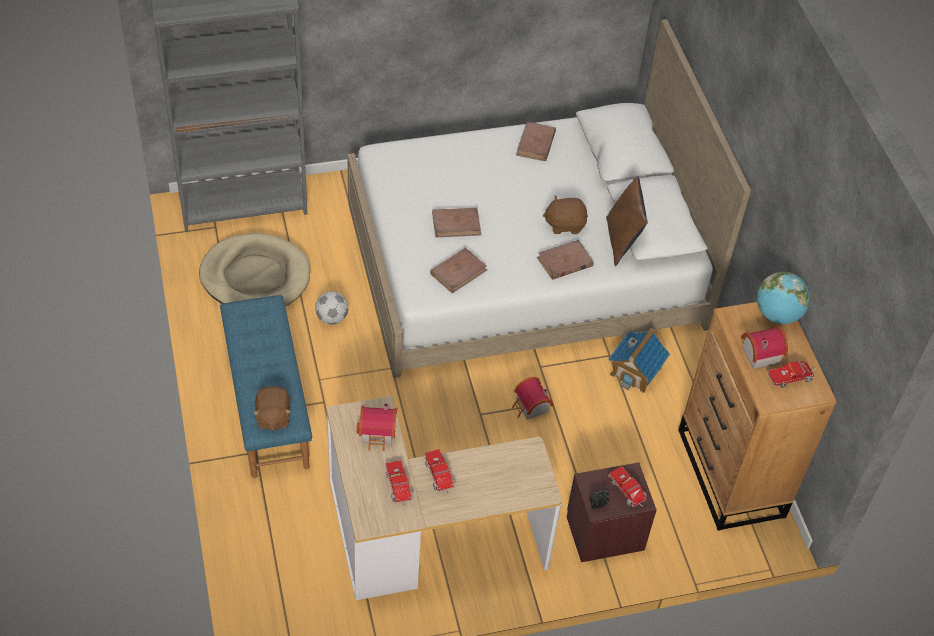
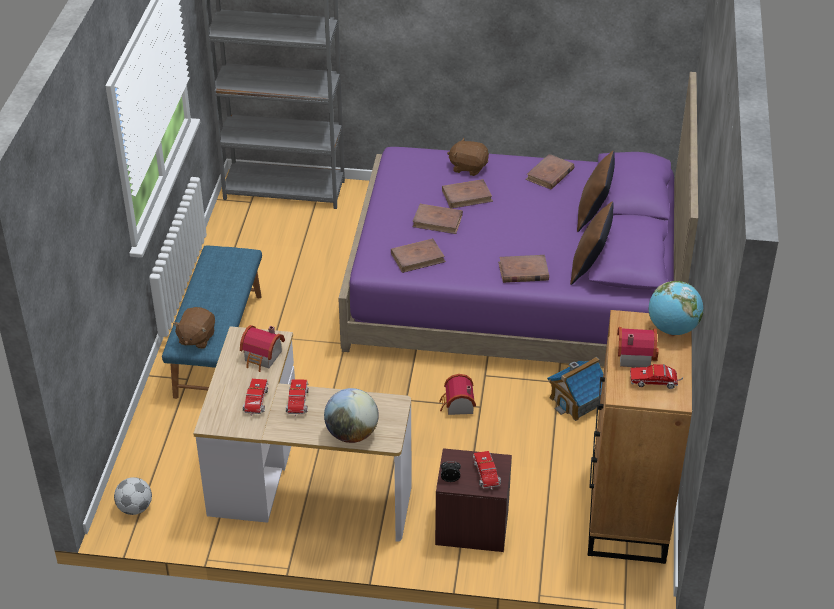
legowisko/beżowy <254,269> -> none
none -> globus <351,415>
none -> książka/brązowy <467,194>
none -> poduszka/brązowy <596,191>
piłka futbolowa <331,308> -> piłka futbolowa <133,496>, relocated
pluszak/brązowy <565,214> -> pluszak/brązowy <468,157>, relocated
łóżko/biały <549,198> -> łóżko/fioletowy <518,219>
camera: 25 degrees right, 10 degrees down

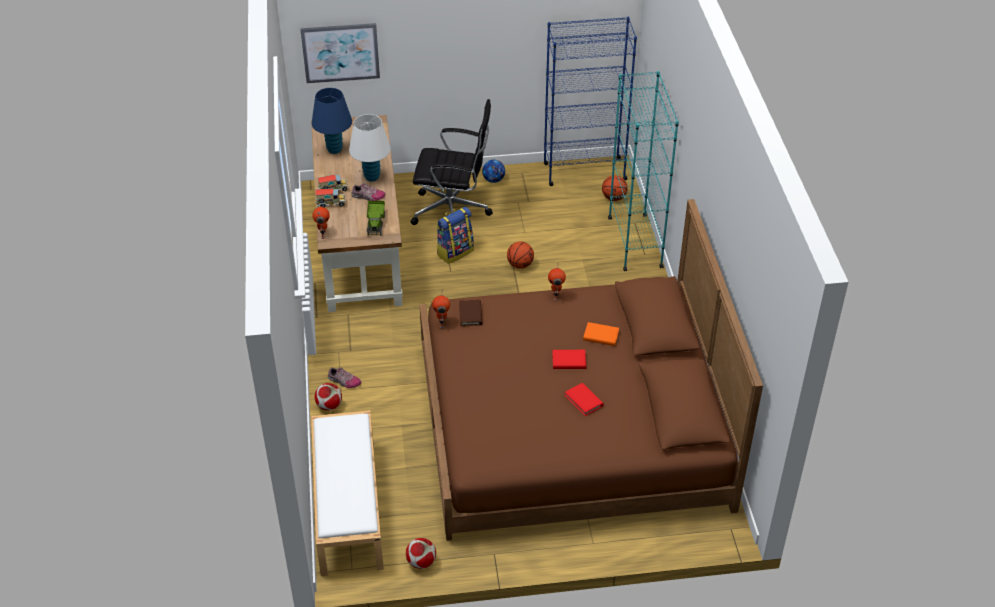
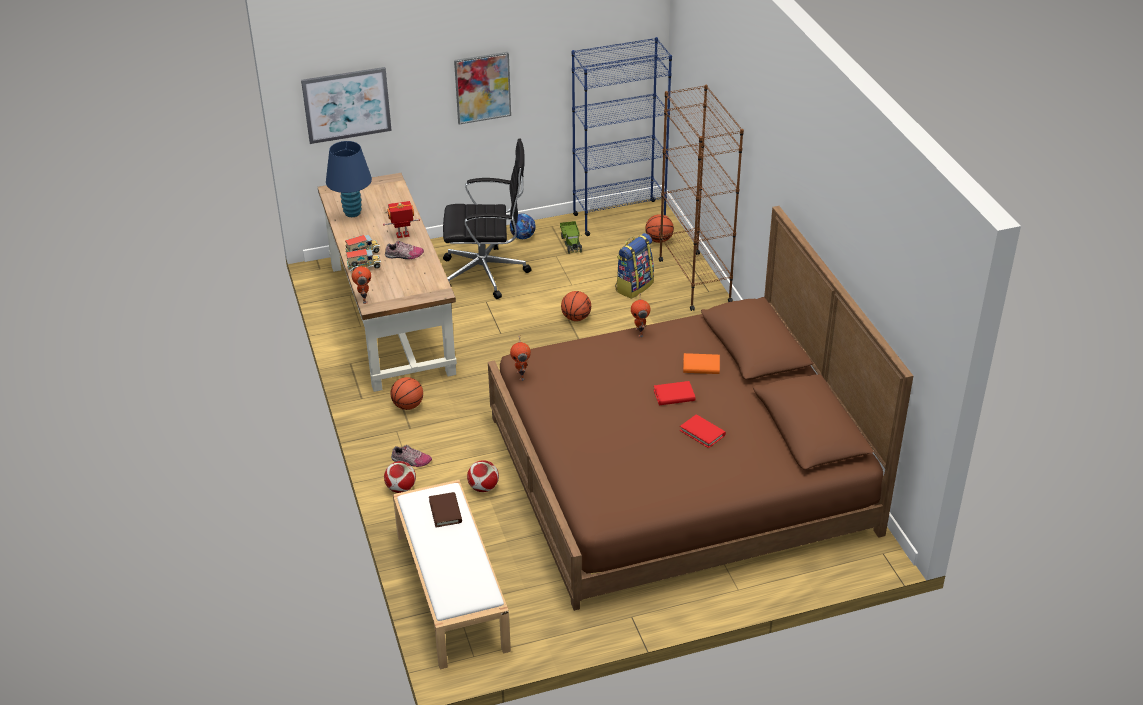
none -> piłka do koszykówki <407,393>
none -> obraz <482,88>
ciężarówka zabawkowa <376,218> -> ciężarówka zabawkowa <571,237>, relocated
piłka futbolowa <421,553> -> piłka futbolowa <483,476>, relocated
plecak <455,235> -> plecak <634,266>, relocated
książka/brązowy <470,313> -> książka/brązowy <445,509>, relocated
lampa stołowa/biały <370,147> -> robot zabawkowy <401,219>
regał/turkusowy <643,171> -> regał/brązowy <701,198>
camera: 10 degrees left, 5 degrees down

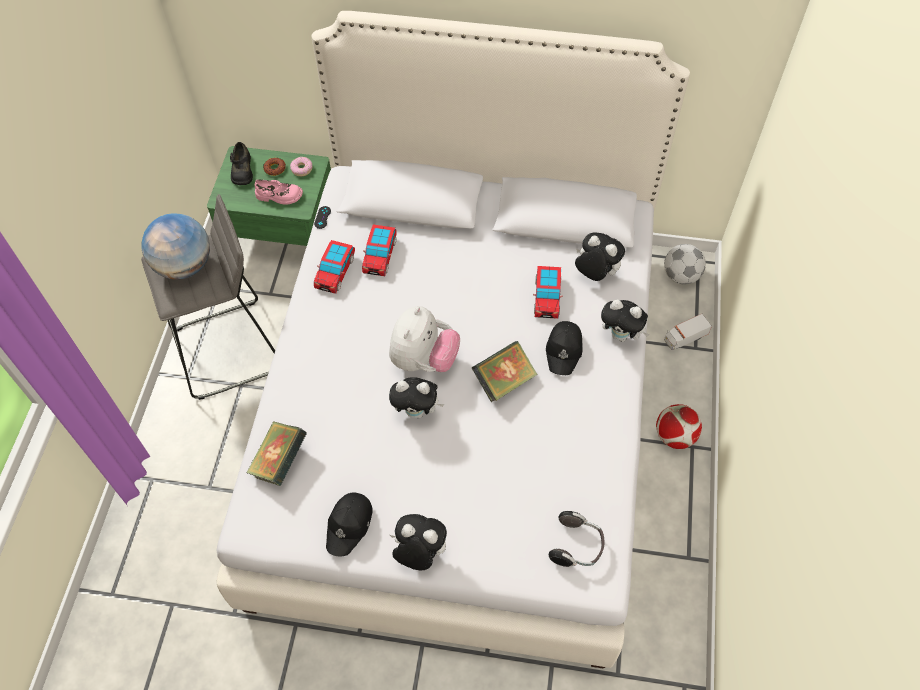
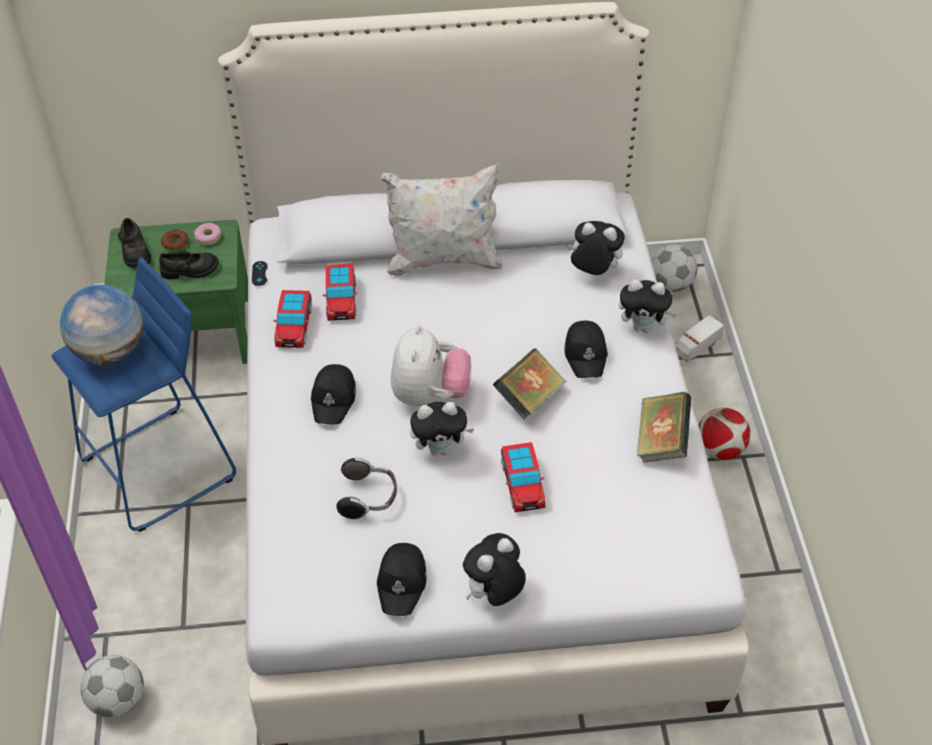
none -> piłka futbolowa <112,686>
none -> czapka z daszkiem/czarny <333,394>
none -> poduszka/biały <441,220>
książka <277,453> -> książka <664,427>, relocated
samochodzik <548,292> -> samochodzik <523,477>, relocated
słuchawki <576,539> -> słuchawki <367,488>, relocated
stołek/szary <208,297> -> stołek/niebieski <143,394>
but/różowy <279,192> -> but/czarny <189,265>
pluszak <418,542> -> pluszak <494,569>, 45 degrees counterclockwise
camera: 15 degrees left, 10 degrees down

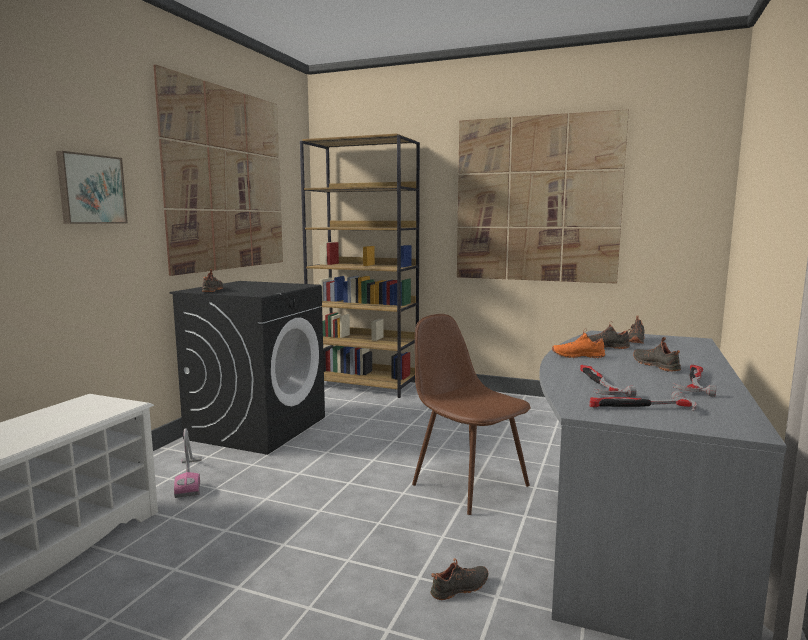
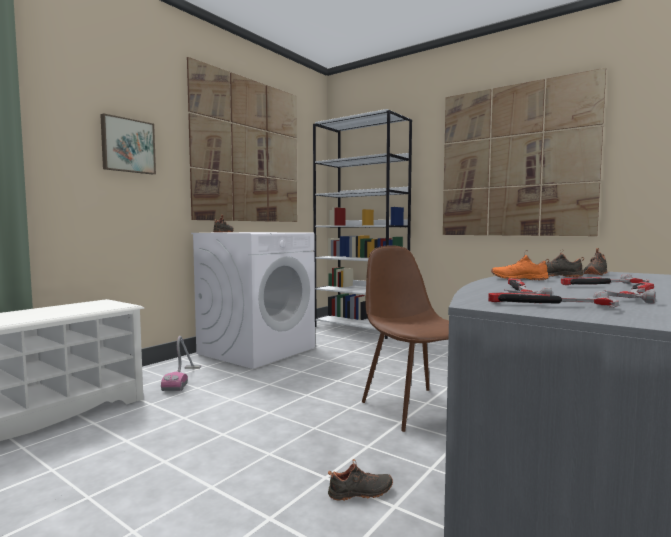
but/czarny <657,354> -> młotek <605,279>
pralka/czarny <247,368> -> pralka/biały <253,300>
regał/brązowy <360,266> -> regał/biały <362,224>
camera: 15 degrees right, 5 degrees down

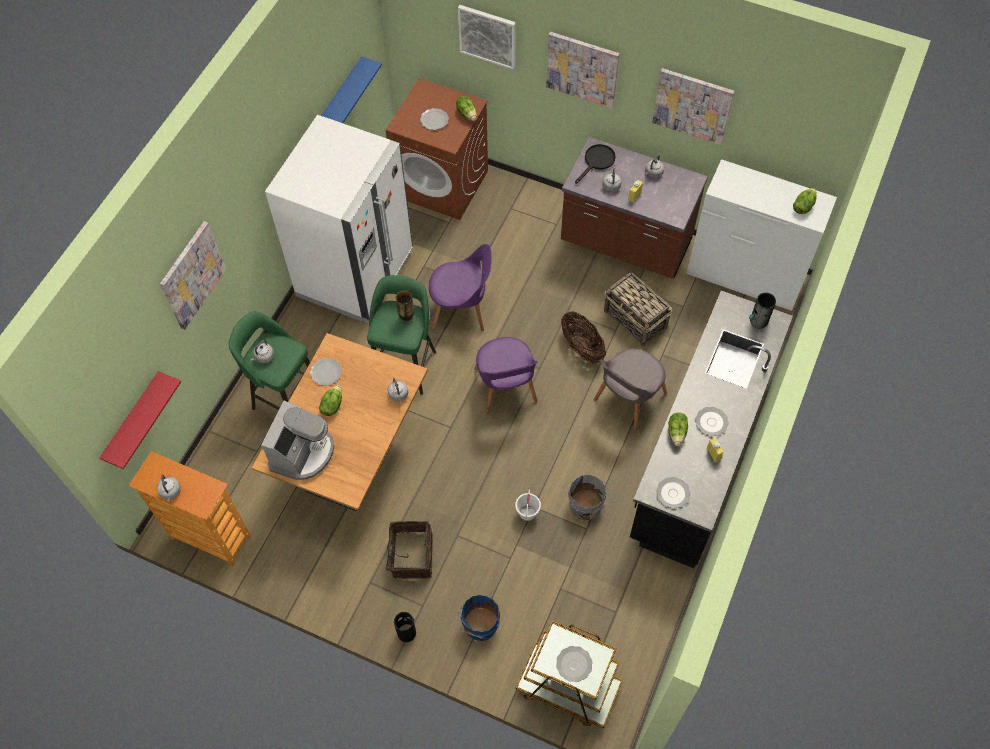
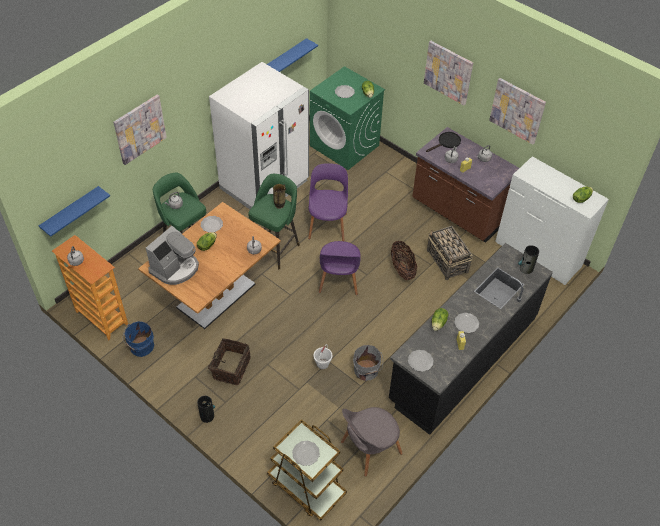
obraz <487,37> -> none
wiadro/niebieski <479,618> -> wiadro/niebieski <138,339>, relocated
krzesło/szary <630,389> -> krzesło/szary <372,442>, relocated
półka/czerwony <140,420> -> półka/niebieski <74,211>
pralka/brązowy <437,149> -> pralka/zielony <347,118>
krzesło/fioletowy <460,287> -> krzesło/fioletowy <328,202>, 105 degrees counterclockwise
camera: 15 degrees right, 10 degrees down

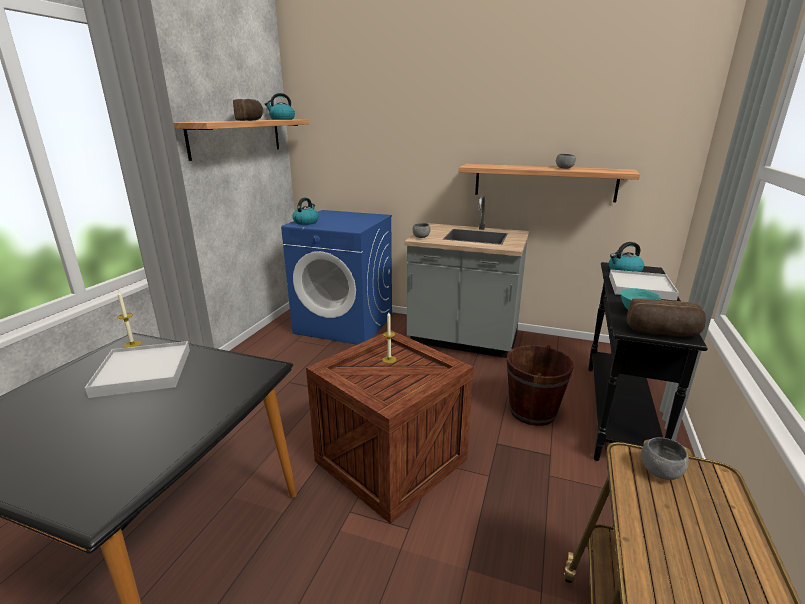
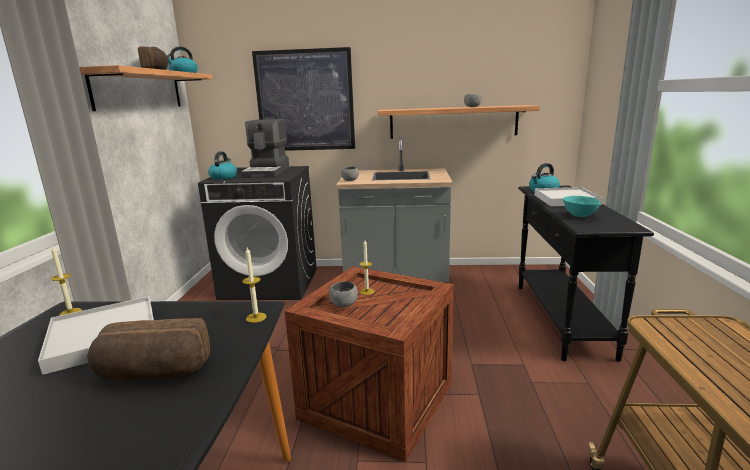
wiadro/brązowy <540,385> -> none
none -> ekspres do kawy <265,148>
none -> świeca <254,285>
none -> obraz <303,99>
chleb <666,317> -> chleb <148,349>, relocated
miska/szary <665,458> -> miska/szary <343,294>, relocated
pralka/niebieski <336,277> -> pralka/czarny <257,233>
camera: 15 degrees left, 5 degrees down

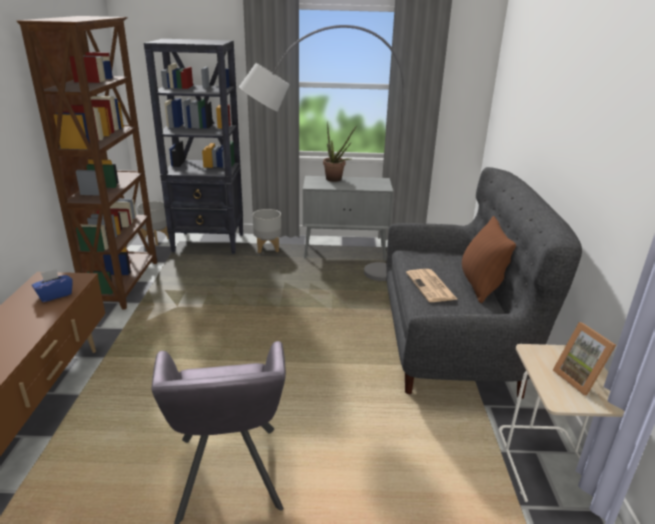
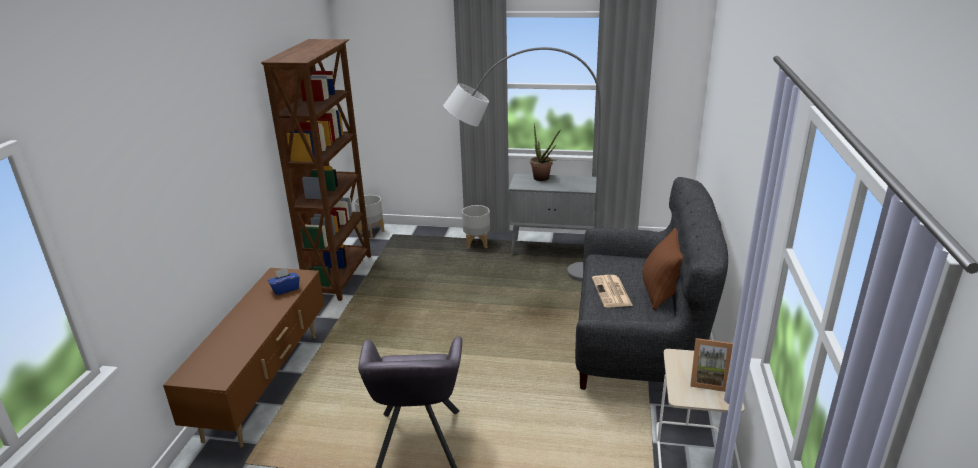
regał/czarny <193,146> -> none
ramka na zdjęcie <584,359> -> ramka na zdjęcie <711,365>, 60 degrees counterclockwise
camera: 10 degrees right, 0 degrees up

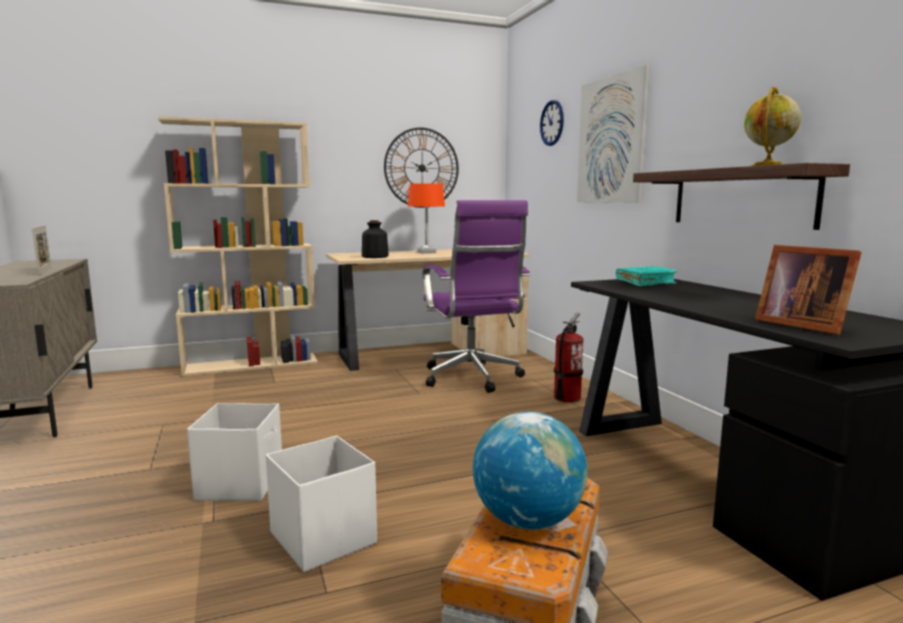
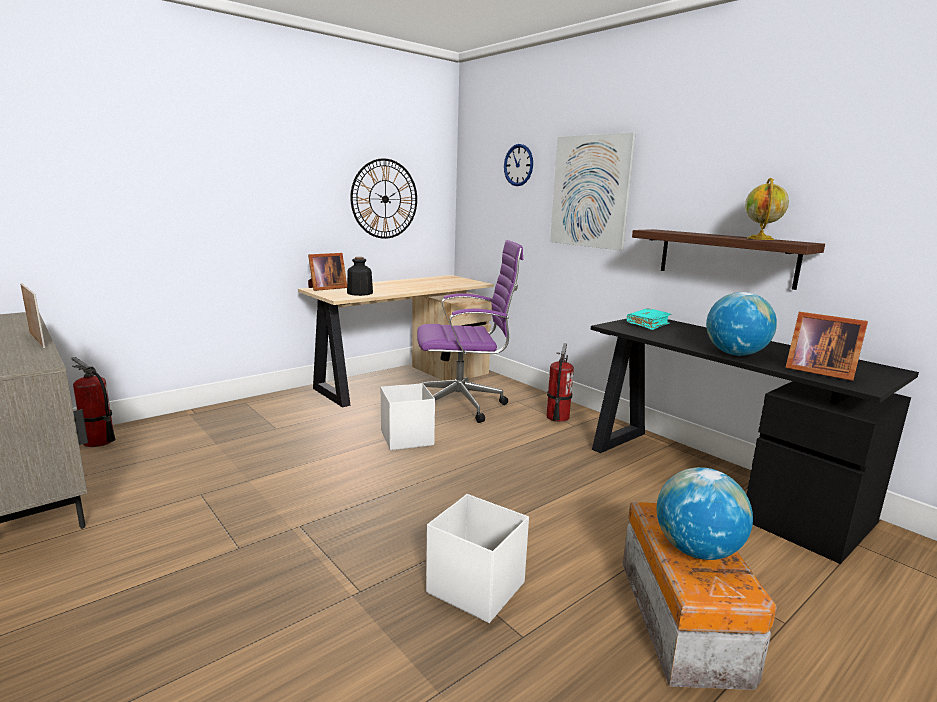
regał/beżowy <238,246> -> none
lampa stołowa/pomarańczowy <426,218> -> none
none -> gaśnica <93,402>
none -> ramka na zdjęcie <327,272>
none -> globus <741,324>
pojemnik do przechowywania/biały <234,452> -> pojemnik do przechowywania/biały <408,416>, relocated
krzesło biurowe/fioletowy <476,296> -> krzesło biurowe/fioletowy <470,331>, 60 degrees counterclockwise
camera: 20 degrees left, 5 degrees up

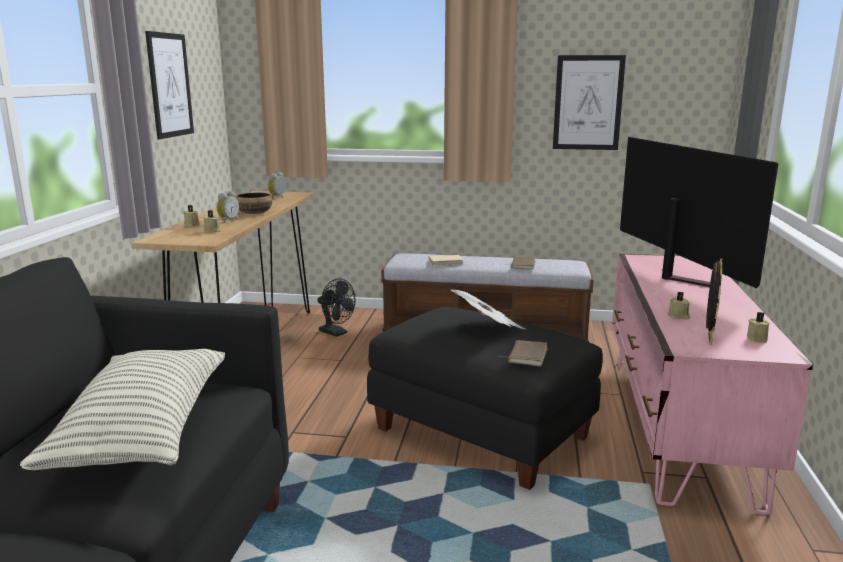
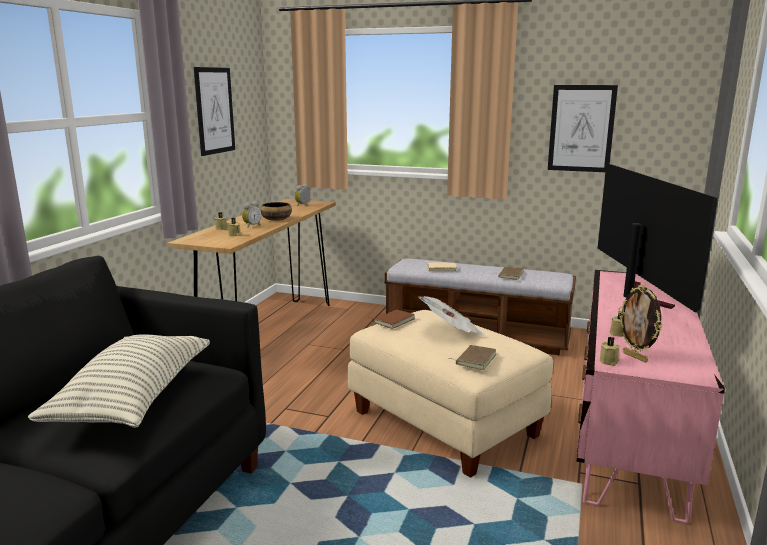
wentylator/czarny <336,307> -> none
none -> książka/brązowy <391,319>
świeca/beżowy <758,327> -> świeca/beżowy <610,351>, relocated
pufa/czarny <485,398> -> pufa/beżowy <450,394>
ramka na zdjęcie <714,302> -> ramka na zdjęcie <640,324>, 120 degrees clockwise
camera: 10 degrees right, 0 degrees up

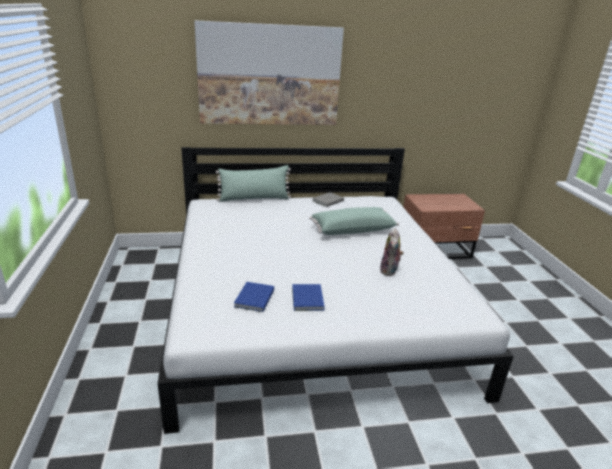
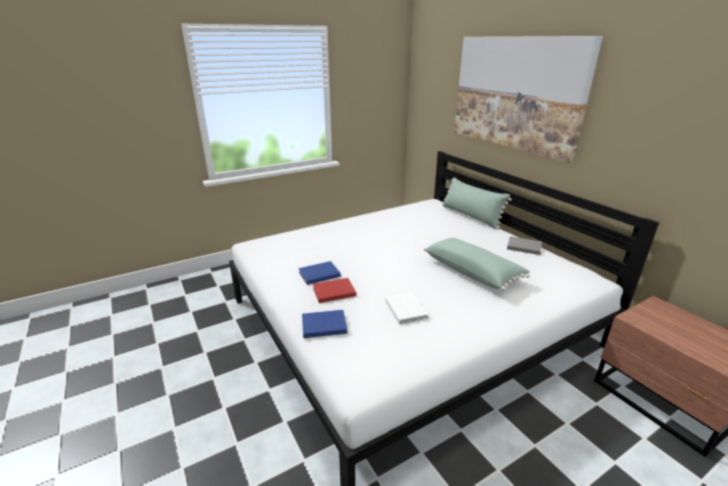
none -> książka/czerwony <334,290>
książka/niebieski <254,297> -> książka/niebieski <324,324>, relocated
pluszak <392,252> -> książka/biały <407,308>
camera: 70 degrees right, 0 degrees up

